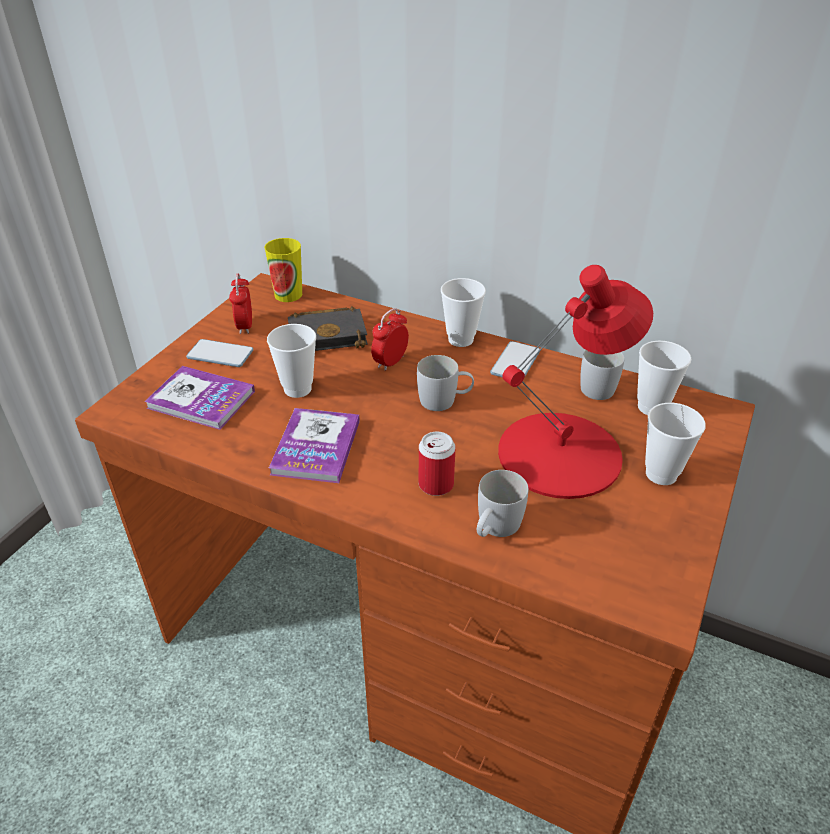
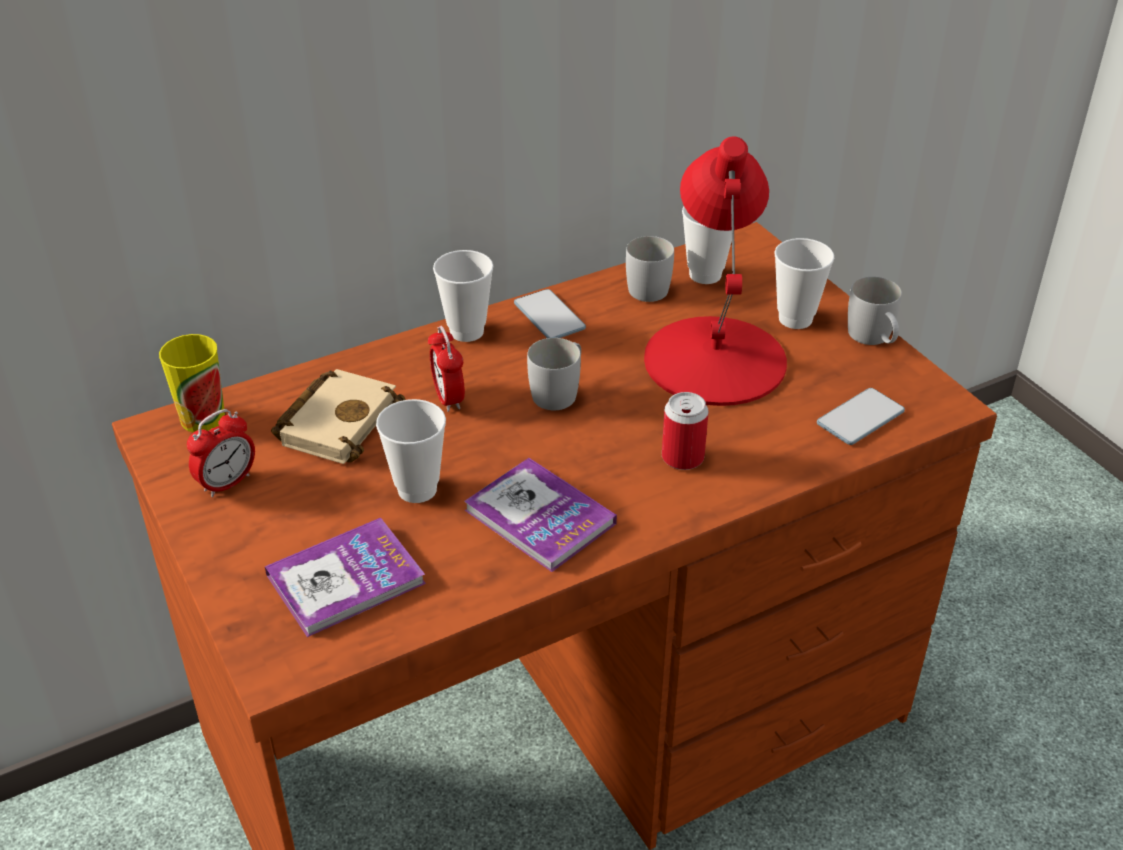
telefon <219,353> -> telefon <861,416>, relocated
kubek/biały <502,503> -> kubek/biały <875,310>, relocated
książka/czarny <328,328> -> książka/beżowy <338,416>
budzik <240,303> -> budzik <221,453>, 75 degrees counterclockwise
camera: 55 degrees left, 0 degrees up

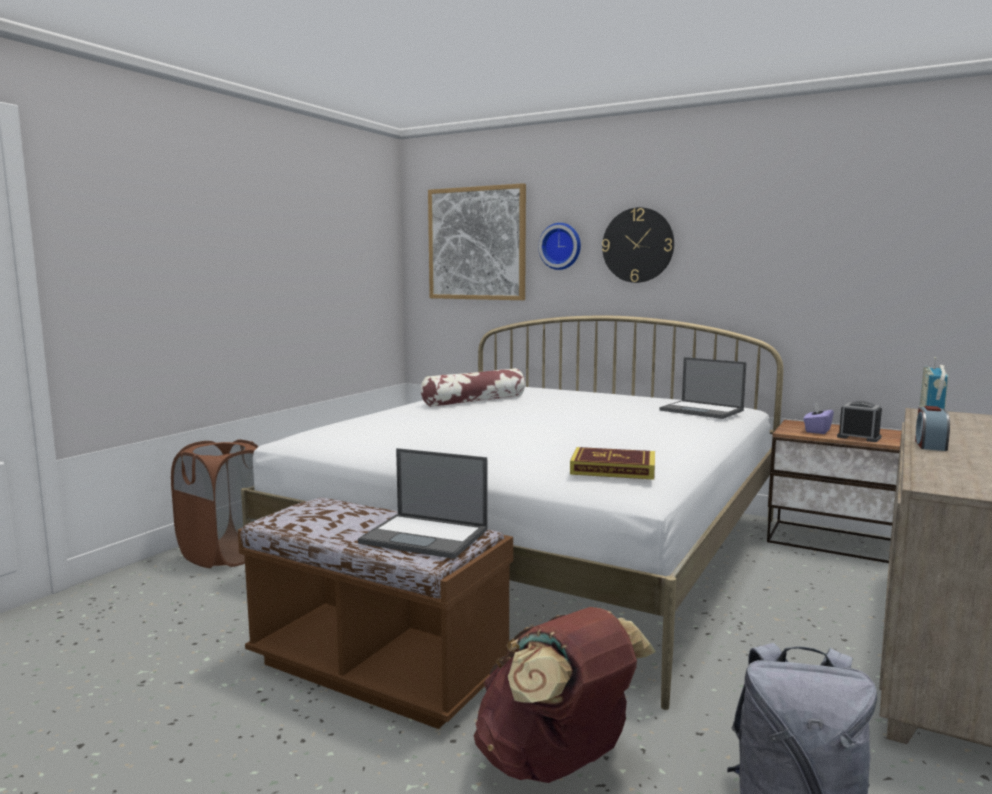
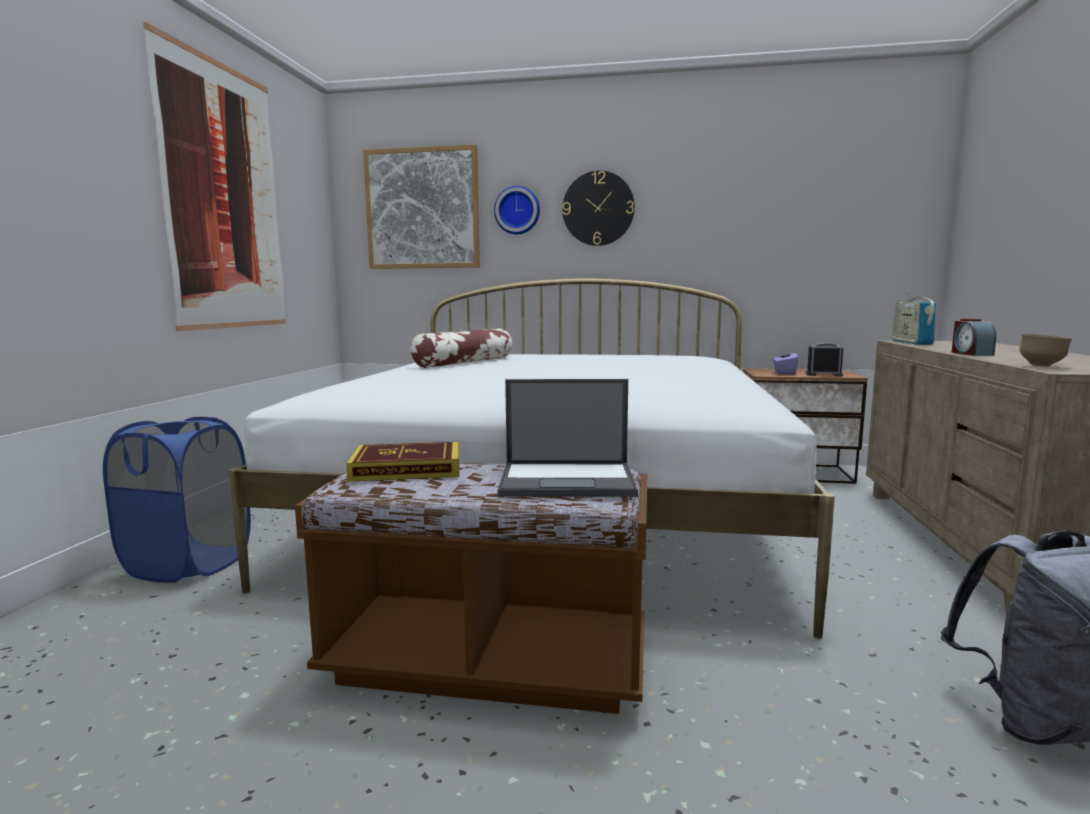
plecak/brązowy <565,695> -> none
laptop <703,388> -> none
none -> obraz <214,176>
none -> miska/brązowy <1045,350>
książka <612,463> -> książka <402,462>, relocated
kosz na pranie/brązowy <215,503> -> kosz na pranie/niebieski <177,500>
camera: 20 degrees left, 0 degrees up

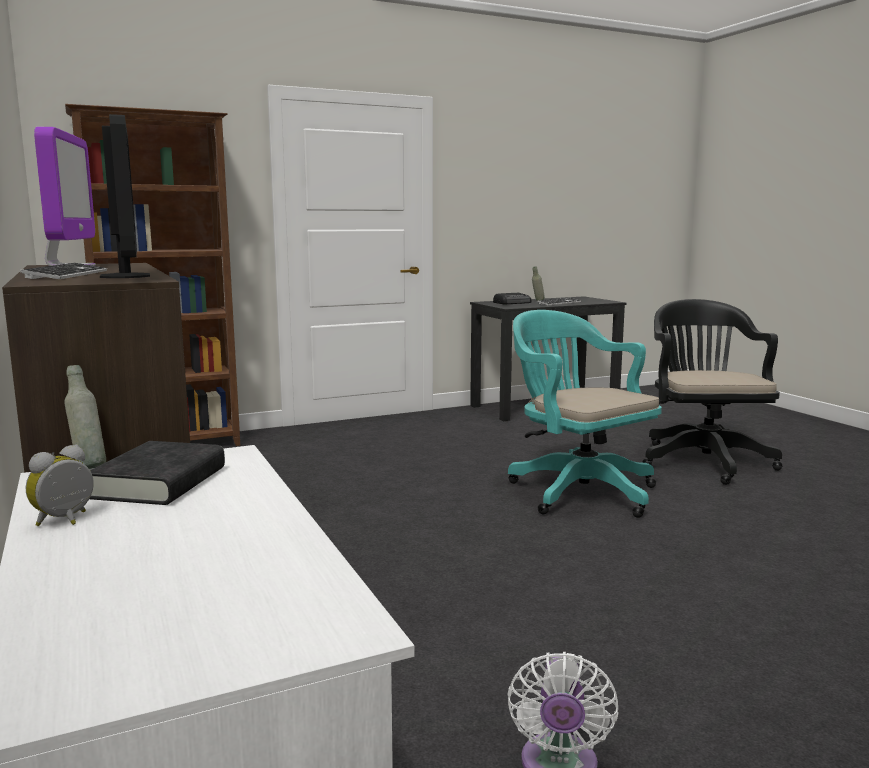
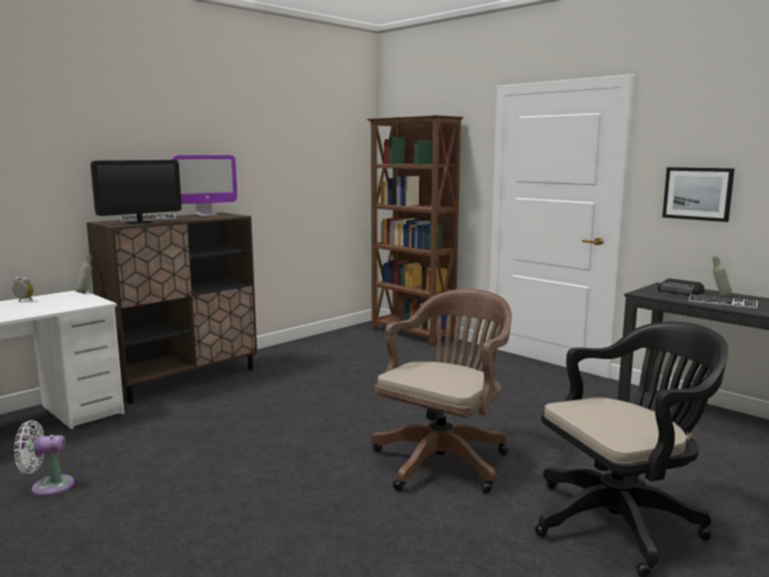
książka/czarny <157,473> -> none
none -> obraz <698,194>
krzesło biurowe/turkusowy <585,414> -> krzesło biurowe/brązowy <441,391>
camera: 70 degrees right, 0 degrees up

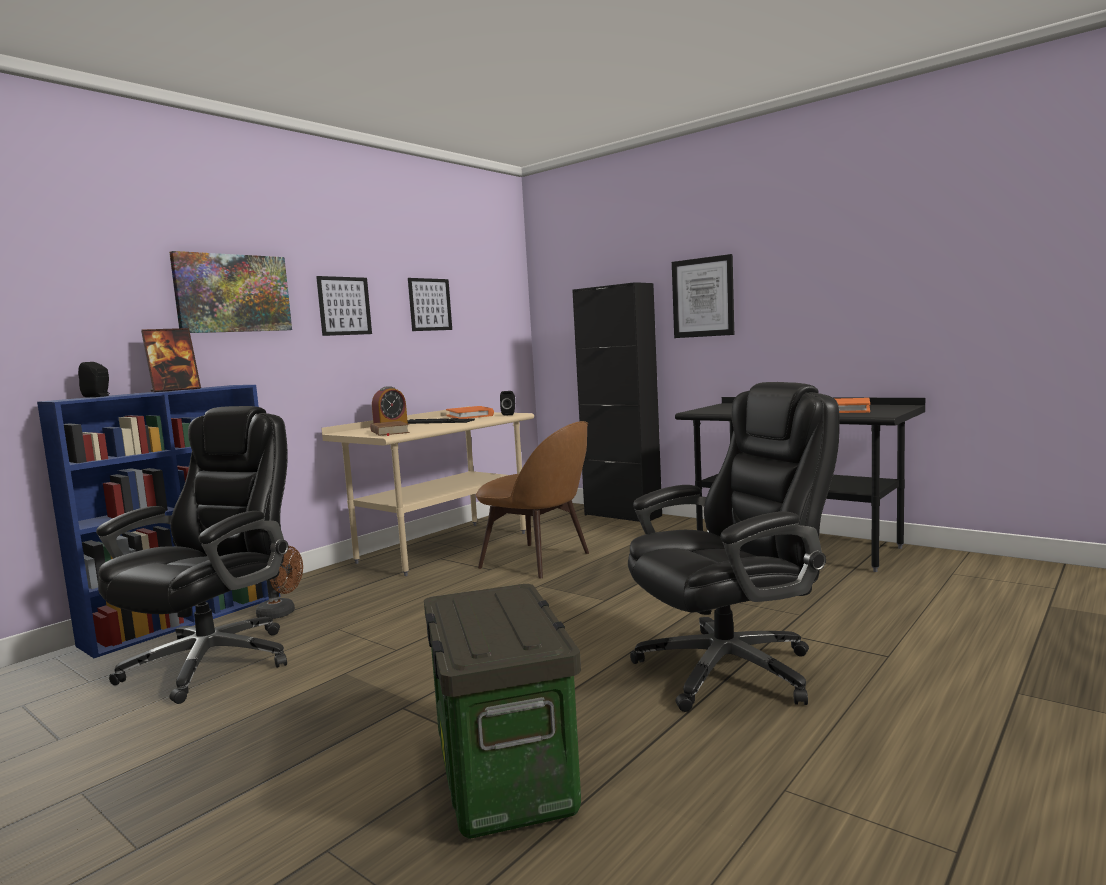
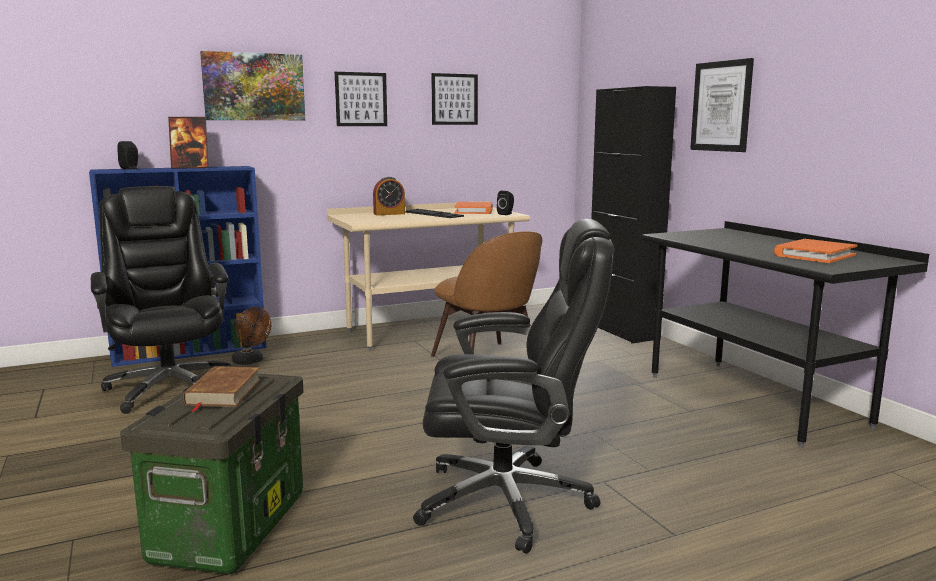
książka/brązowy <390,428> -> książka/brązowy <222,389>, relocated
krzesło biurowe/czarny <192,555> -> krzesło biurowe/czarny <161,300>, 75 degrees counterclockwise
camera: 25 degrees right, 5 degrees up

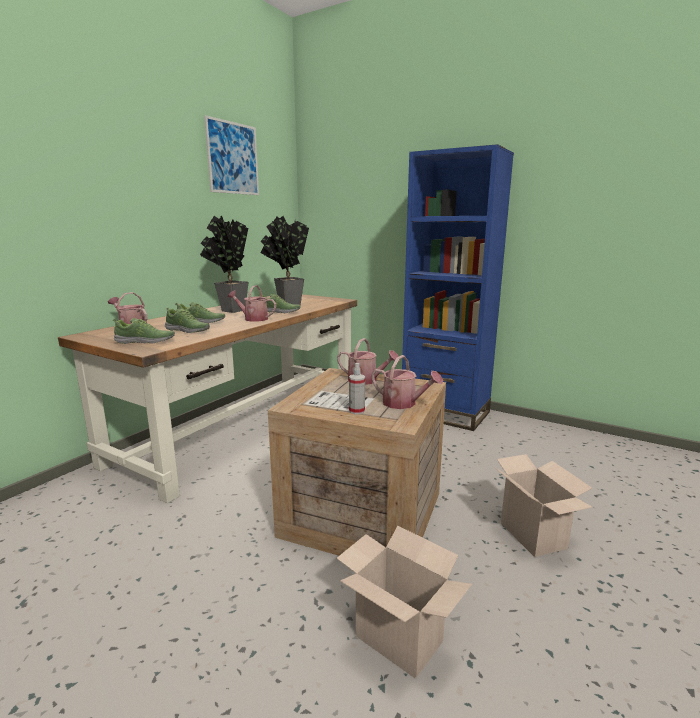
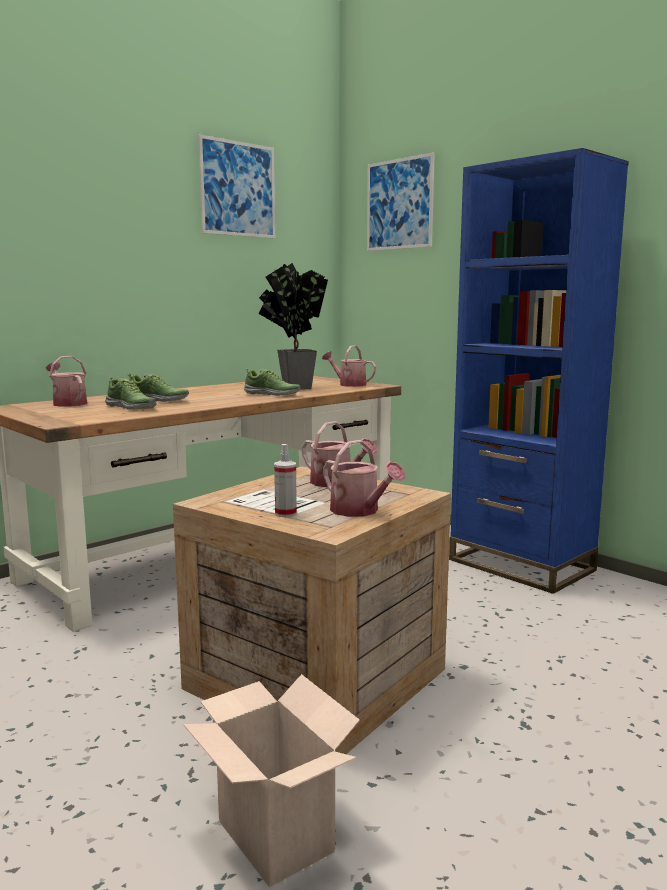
but <143,331> -> none
roślina doniczkowa <224,264> -> none
karton <543,505> -> none
none -> obraz <401,201>
konewka <251,303> -> konewka <349,366>, relocated
camera: 15 degrees right, 5 degrees down

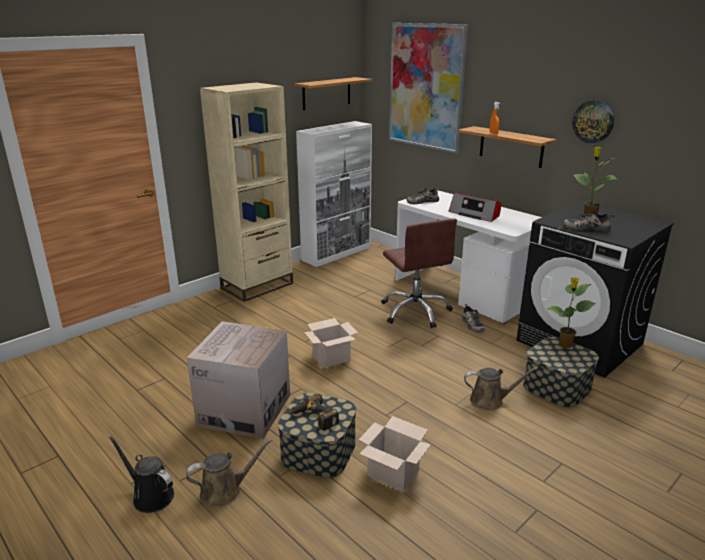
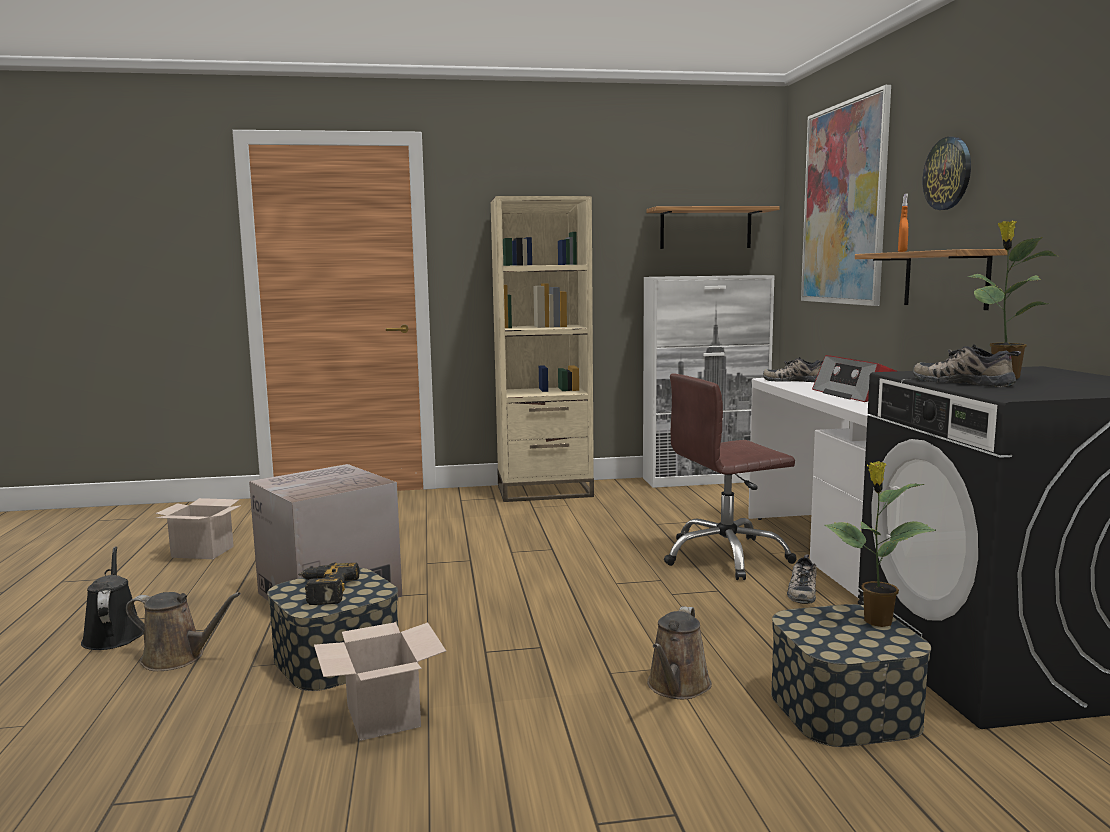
karton <331,343> -> karton <198,528>, relocated
zegar ścienny <593,121> -> zegar ścienny <947,173>, relocated
krzesło biurowe/brązowy <419,273> -> krzesło biurowe/brązowy <730,477>, 60 degrees clockwise
konewka/brązowy <501,389> -> konewka/brązowy <679,652>, 75 degrees clockwise
camera: 35 degrees right, 15 degrees down

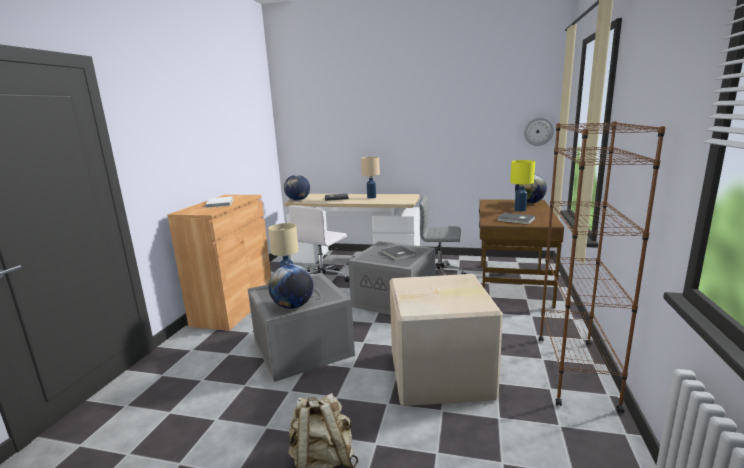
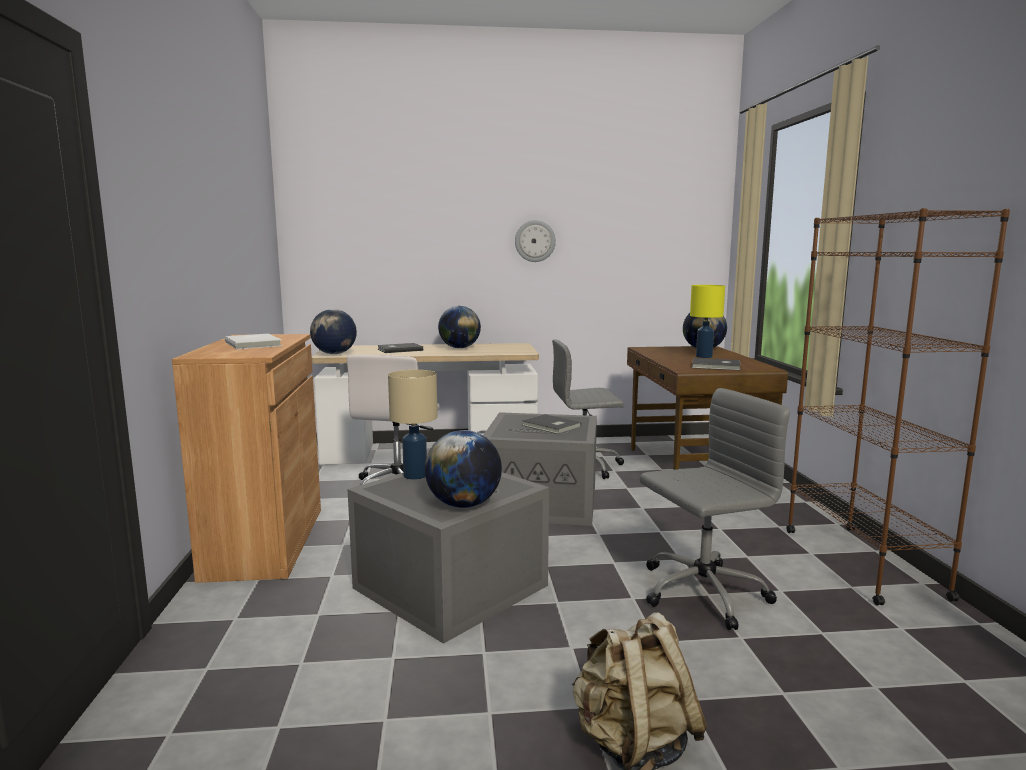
zegar ścienny <539,131> -> zegar ścienny <535,241>, relocated
lampa stołowa/beżowy <370,178> -> globus <459,327>
karton <446,340> -> krzesło biurowe/szary <715,509>
camera: 20 degrees left, 5 degrees down

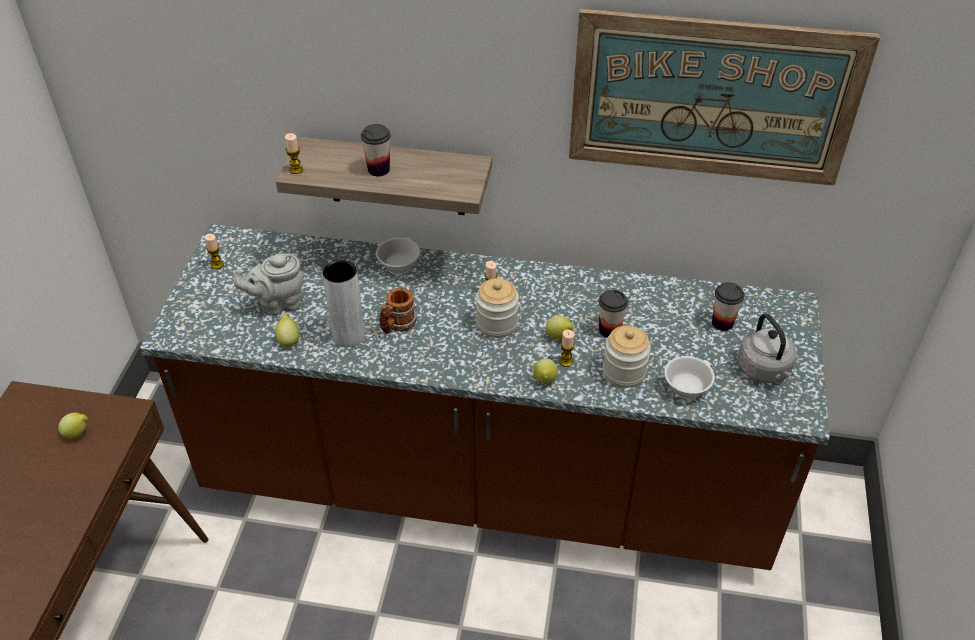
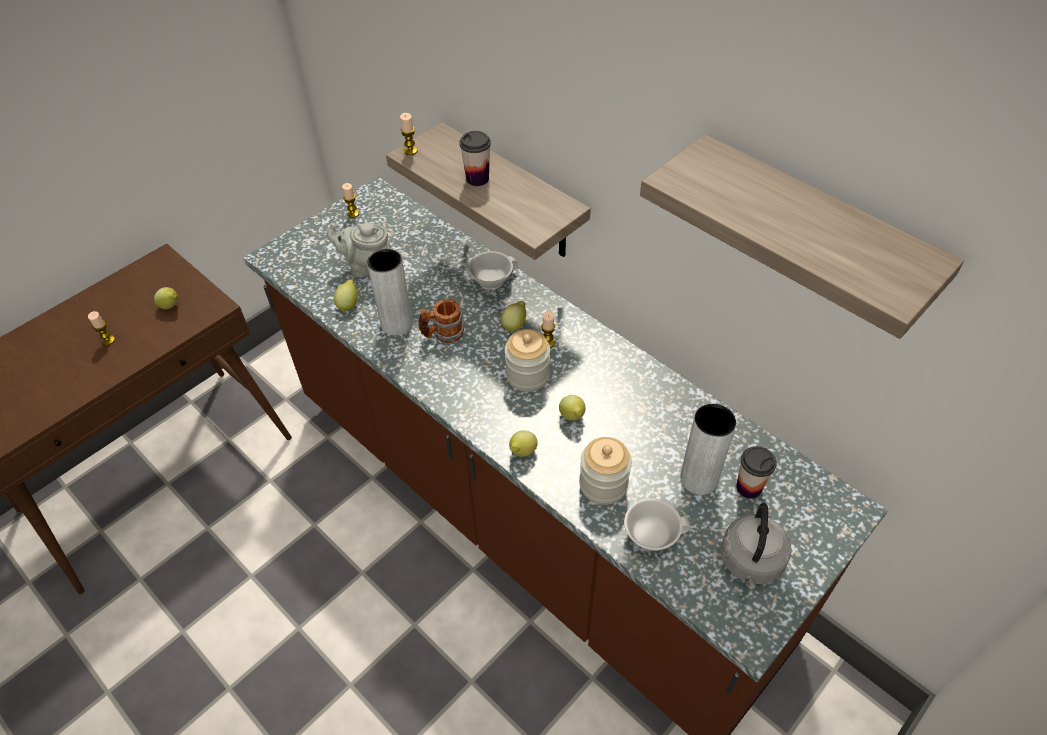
filiżanka <613,313> -> none
none -> cytryna <513,316>
none -> wazon/szary <708,449>
świeca <567,348> -> świeca <101,328>, relocated
obraz <724,97> -> półka <802,236>
camera: 35 degrees right, 5 degrees up

